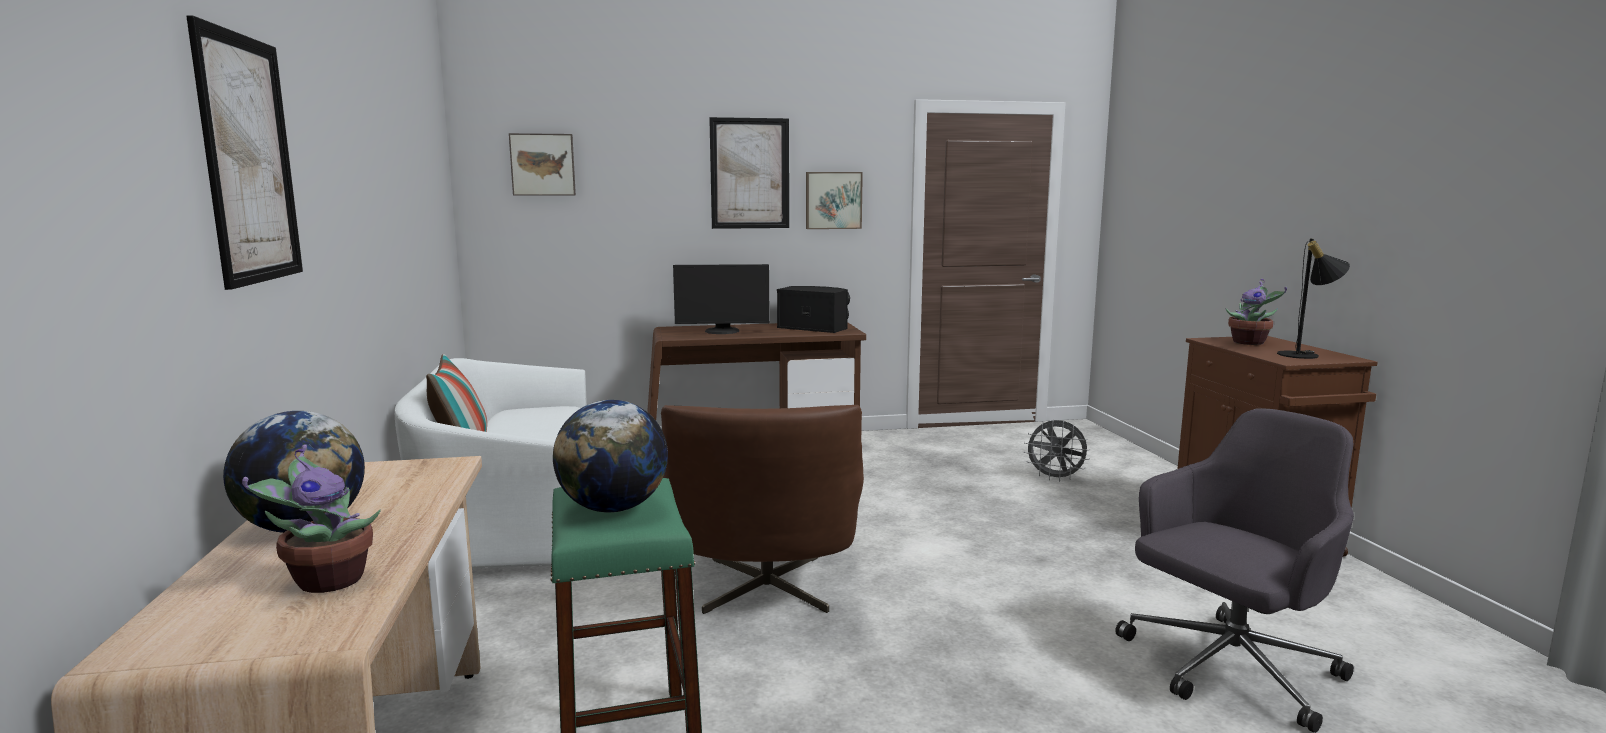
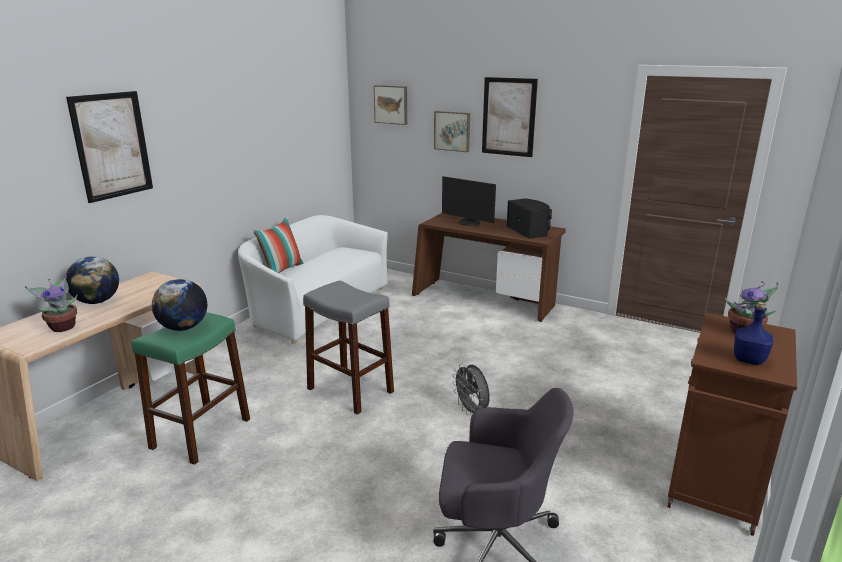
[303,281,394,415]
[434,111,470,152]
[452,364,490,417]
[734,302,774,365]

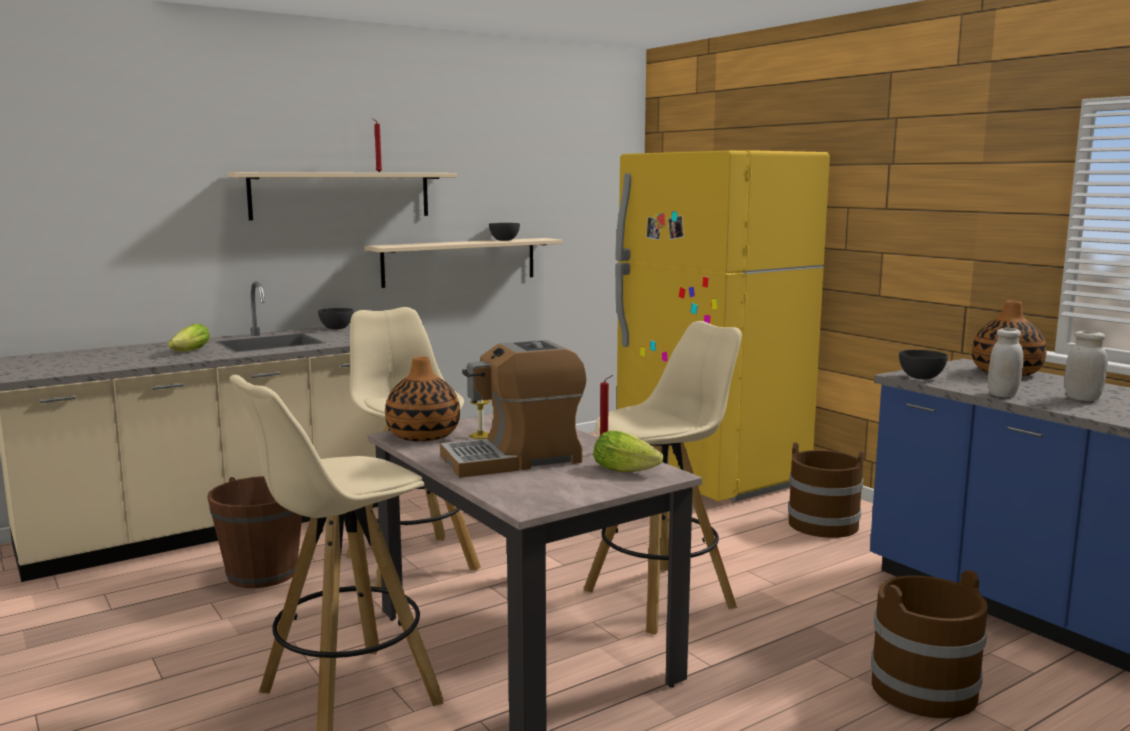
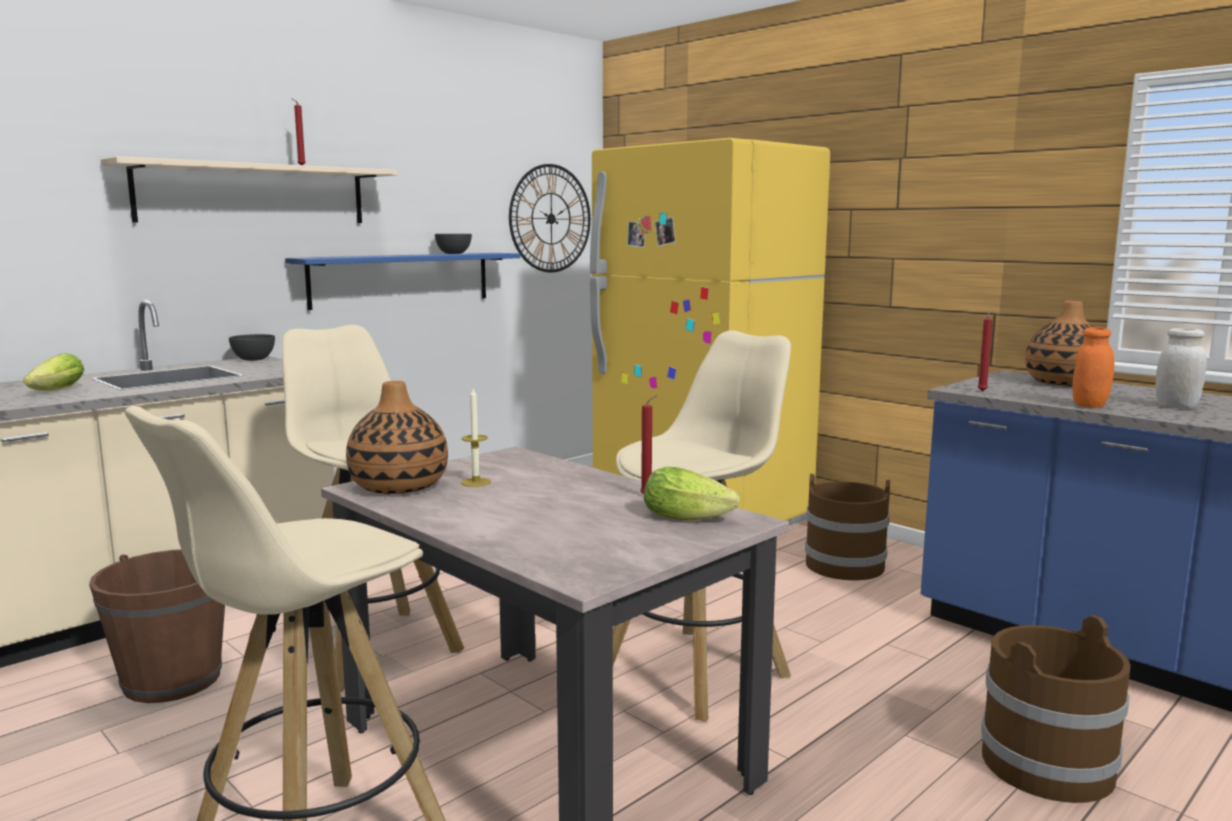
[285,253,521,310]
[509,164,591,272]
[977,311,993,391]
[1072,327,1114,408]
[440,340,586,478] (first image)

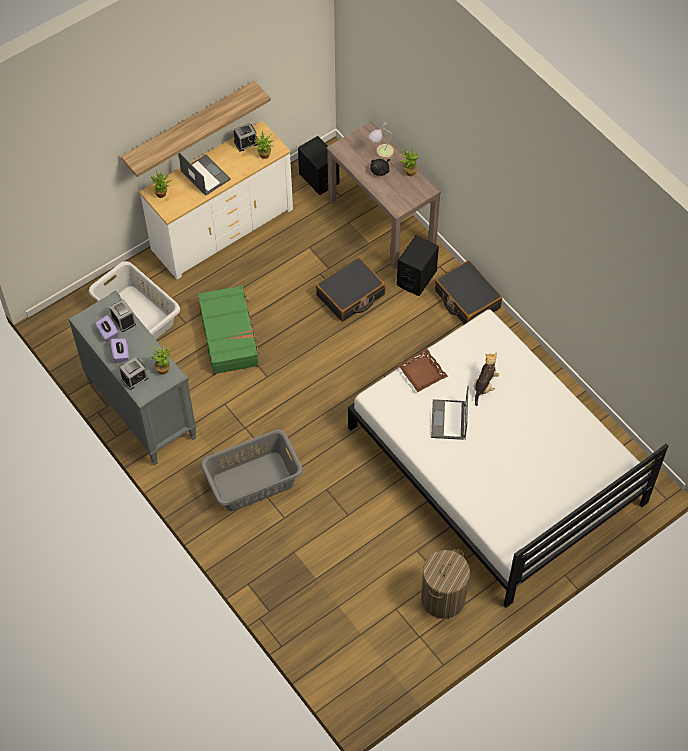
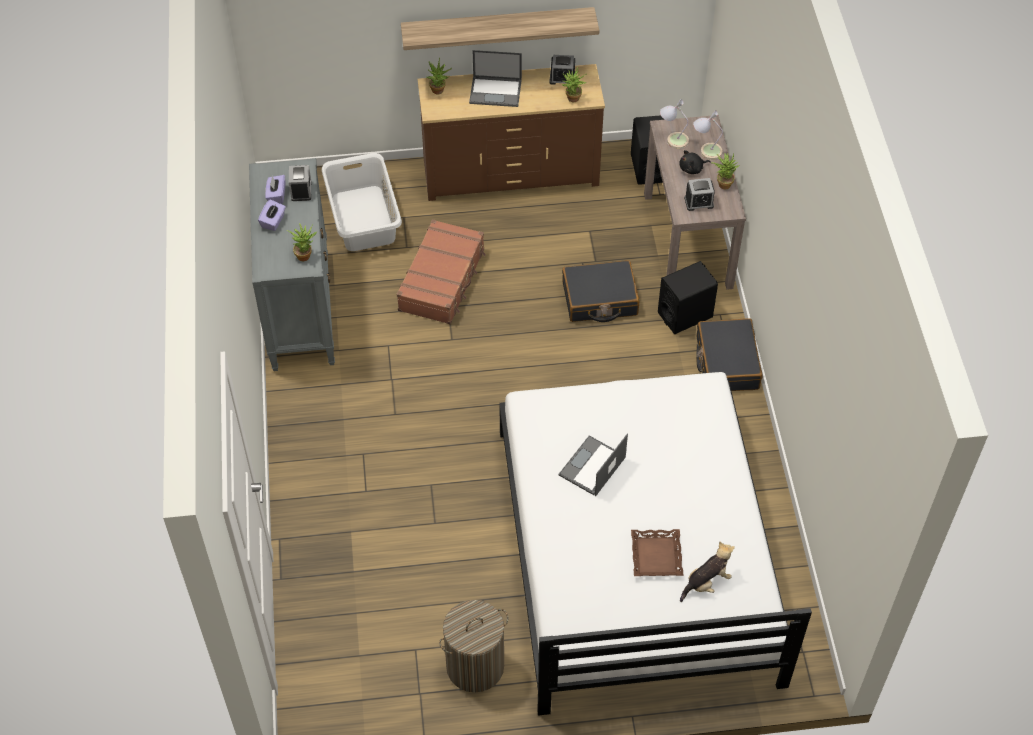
[397,219,486,324]
[418,64,605,201]
[469,50,522,107]
[631,529,684,576]
[660,99,689,149]
[680,542,735,602]
[684,178,715,211]
[201,429,303,511] (first image)

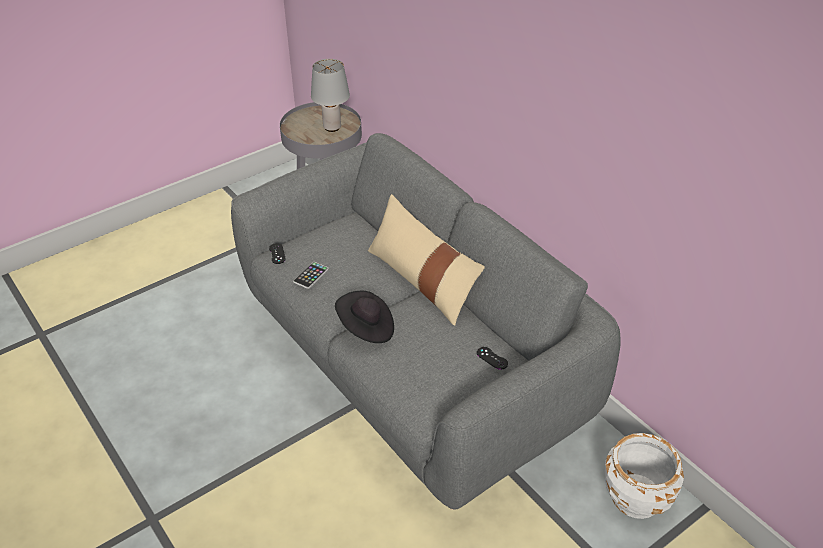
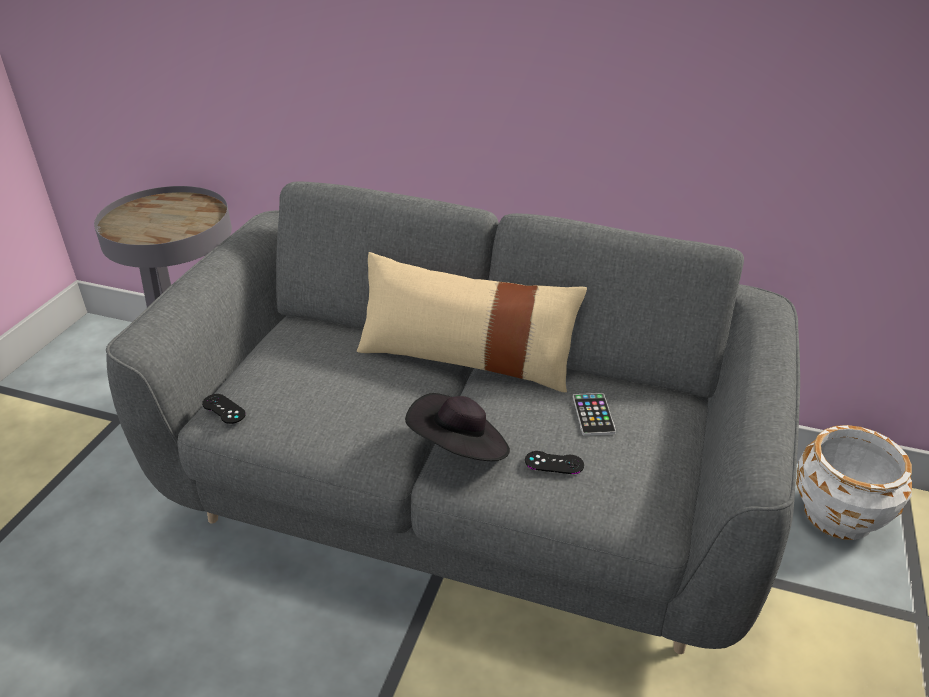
[525,451,584,474]
[573,393,616,436]
[311,59,350,132] (first image)

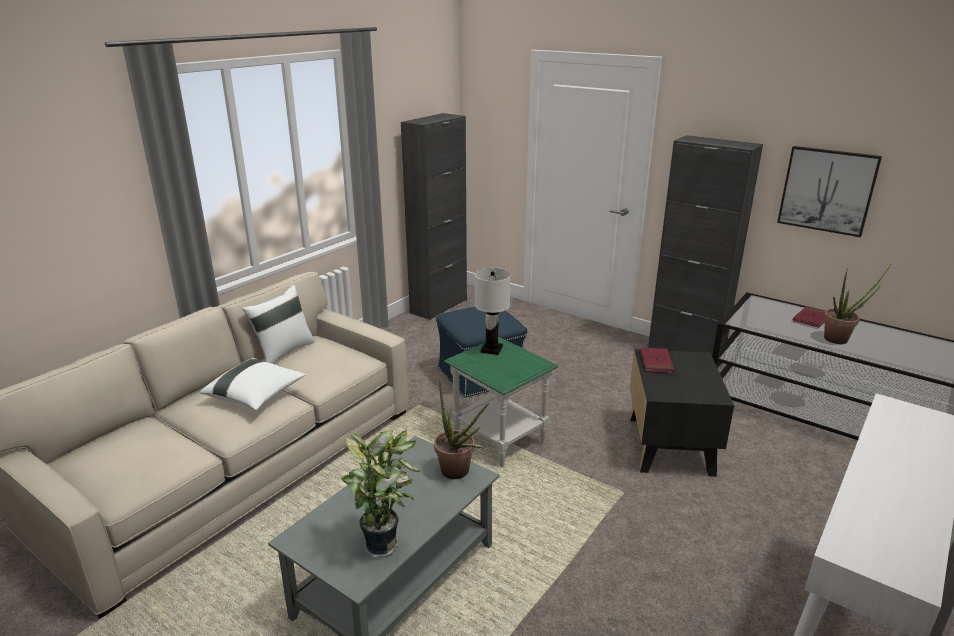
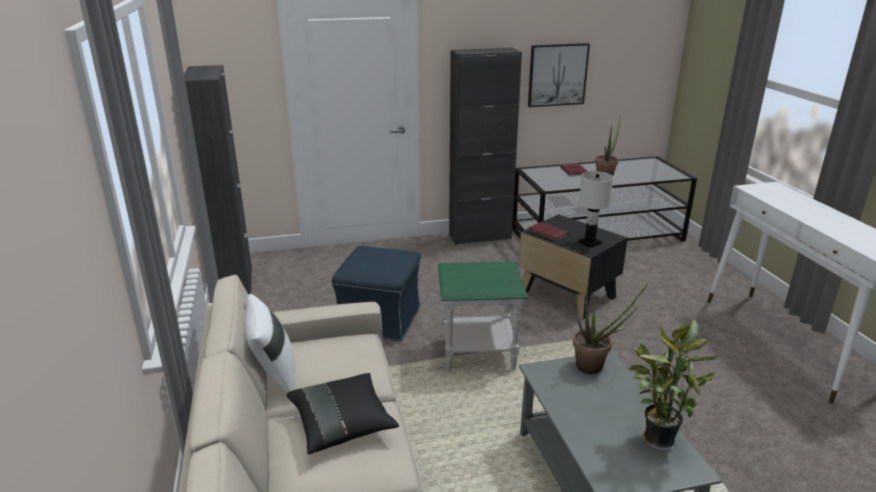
[286,373,399,455]
[579,171,614,248]

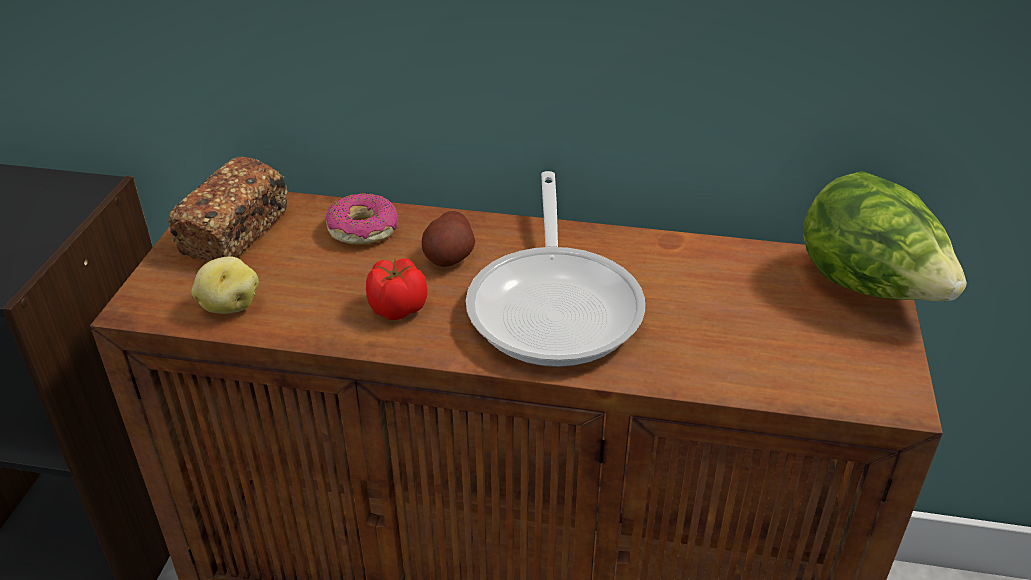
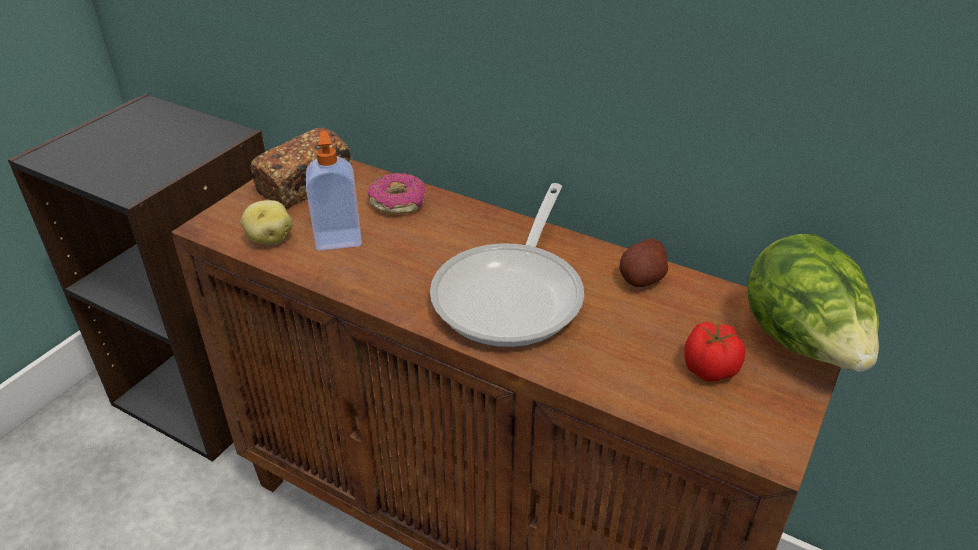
[306,131,362,251]
[620,238,668,287]
[684,322,745,382]

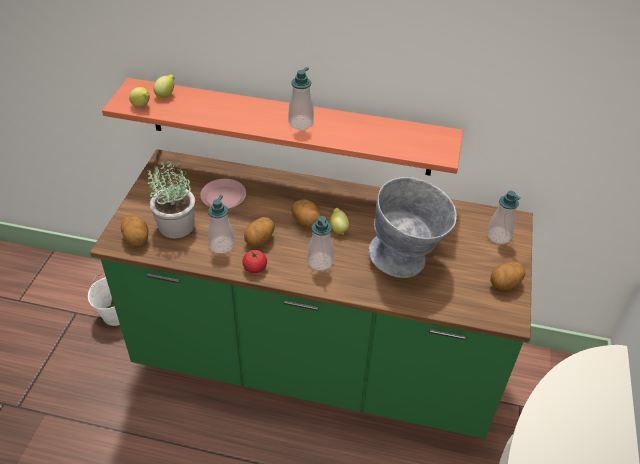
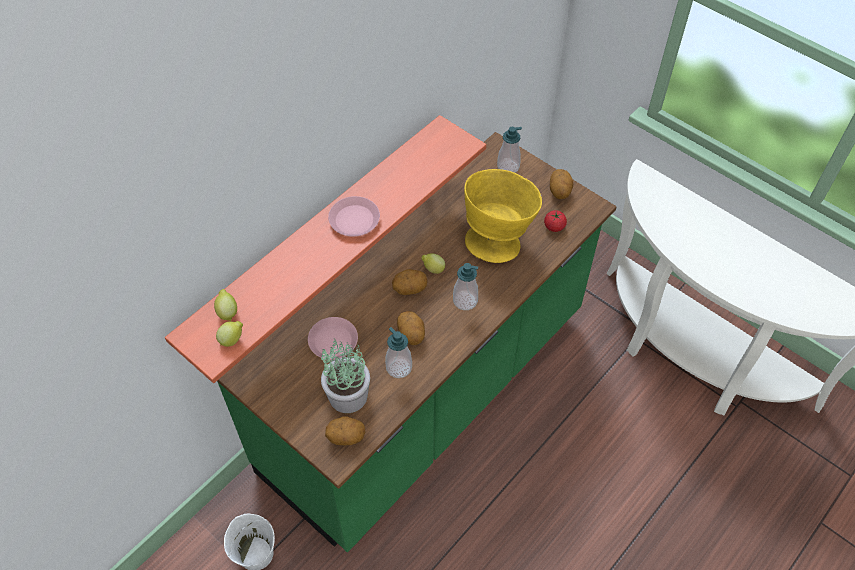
[328,196,380,236]
[464,169,542,263]
[544,210,567,232]

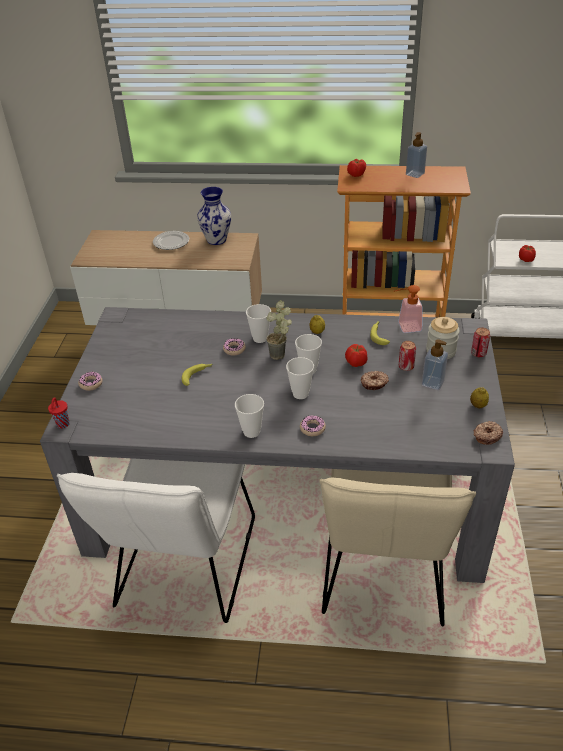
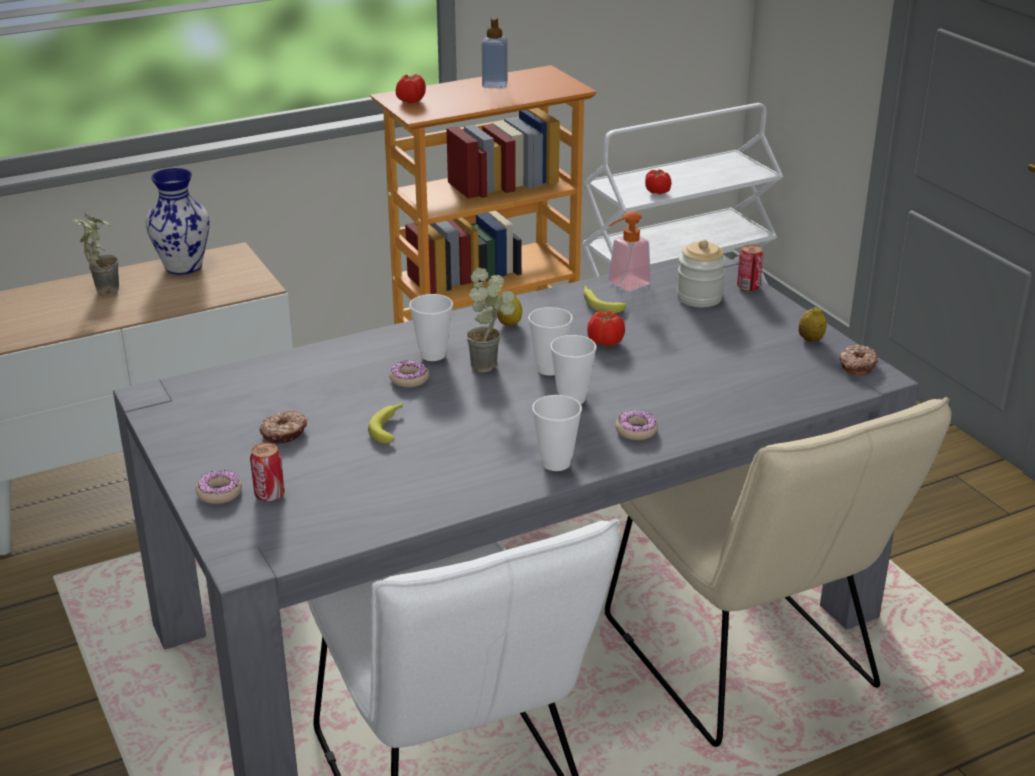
[72,213,119,295]
[250,443,284,502]
[260,411,307,443]
[48,397,70,429] (first image)
[422,339,448,390] (first image)

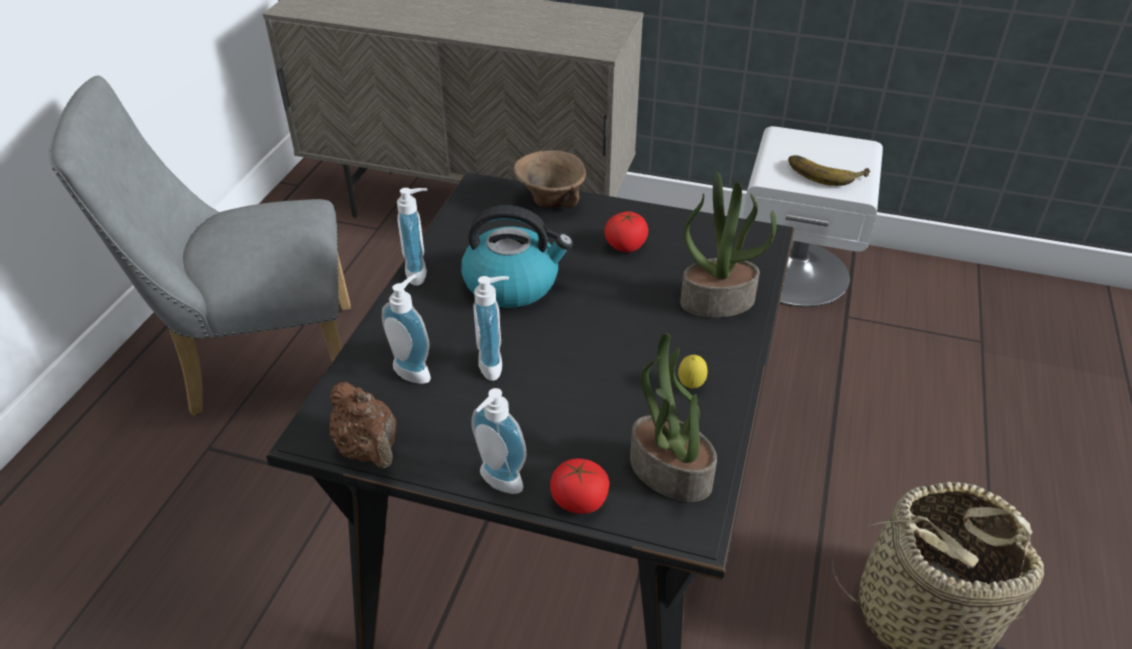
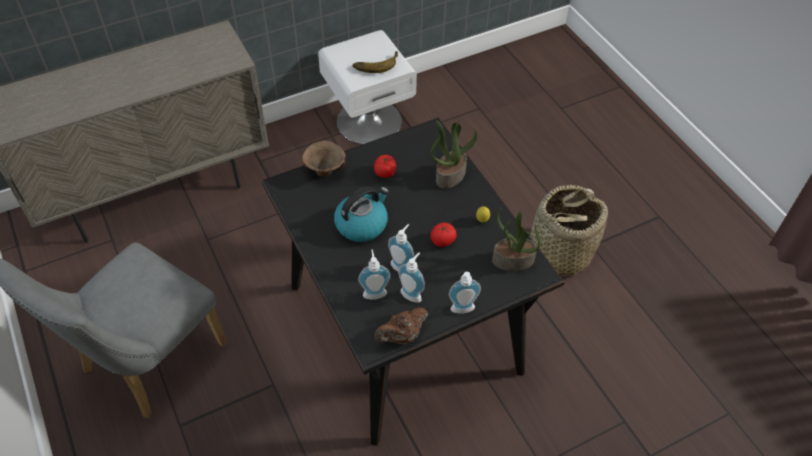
[375,307,428,344]
[398,252,425,303]
[430,223,456,247]

